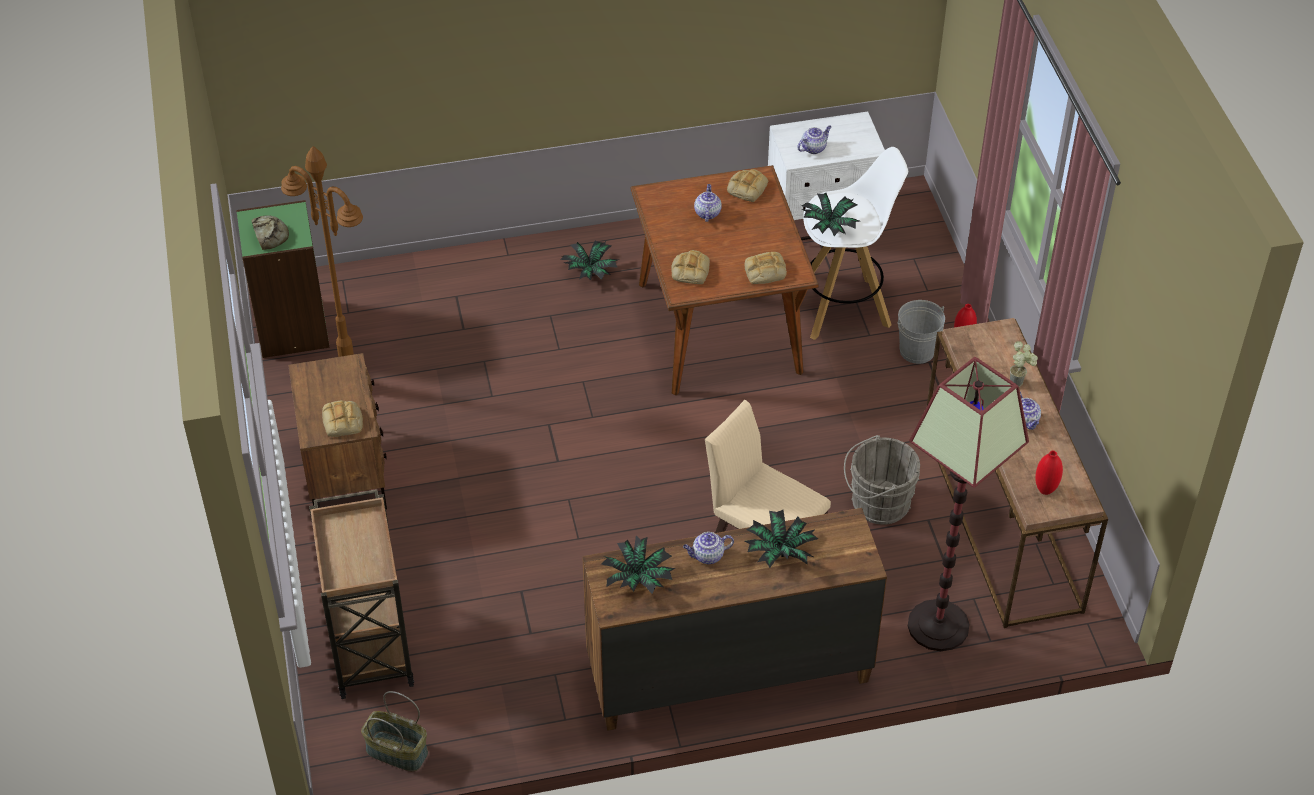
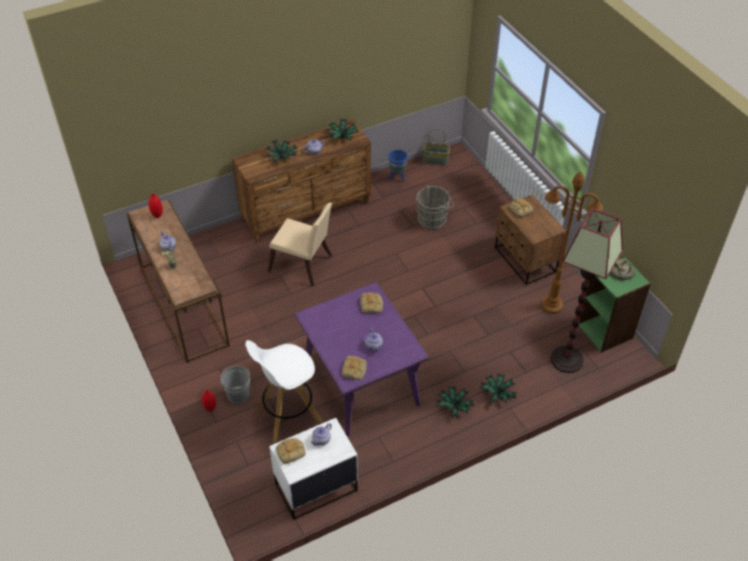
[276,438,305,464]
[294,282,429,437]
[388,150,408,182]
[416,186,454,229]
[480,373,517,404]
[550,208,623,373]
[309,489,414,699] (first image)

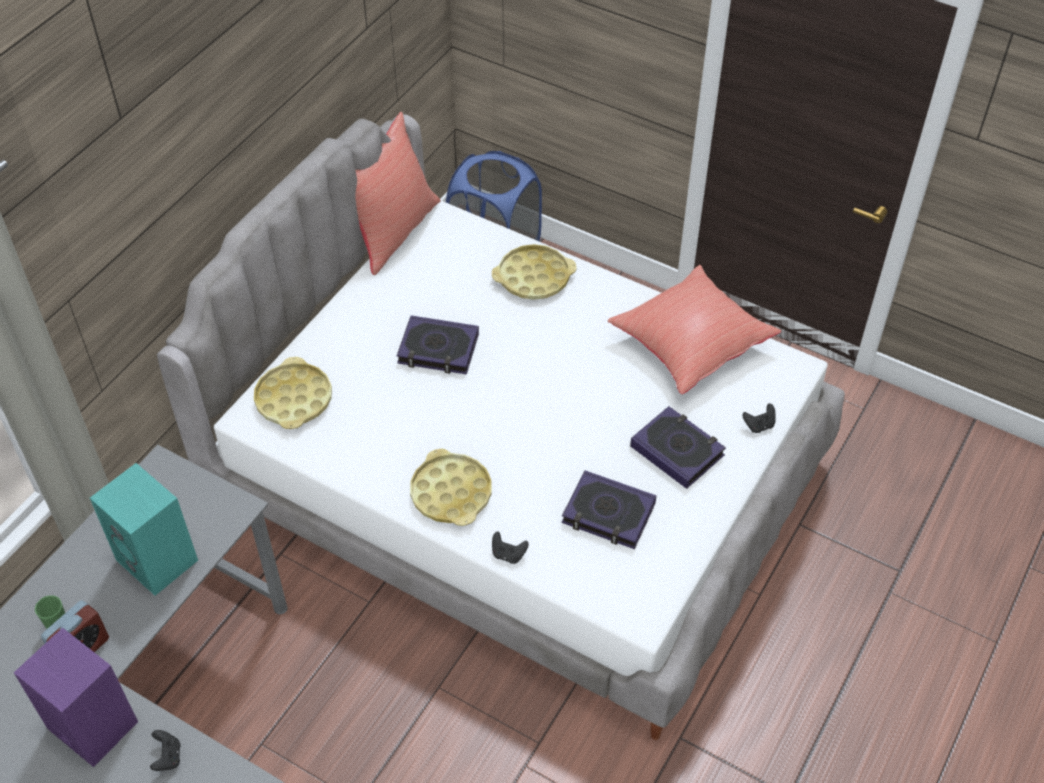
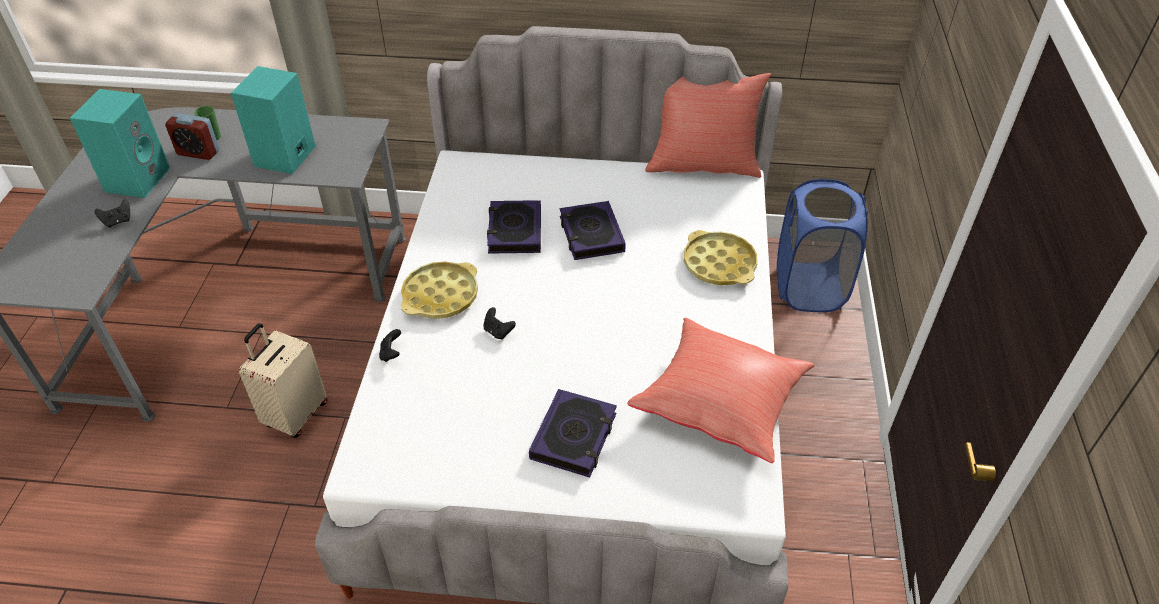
[70,89,170,198]
[239,323,327,438]
[483,307,516,339]
[487,200,541,254]
[254,357,332,429] (first image)

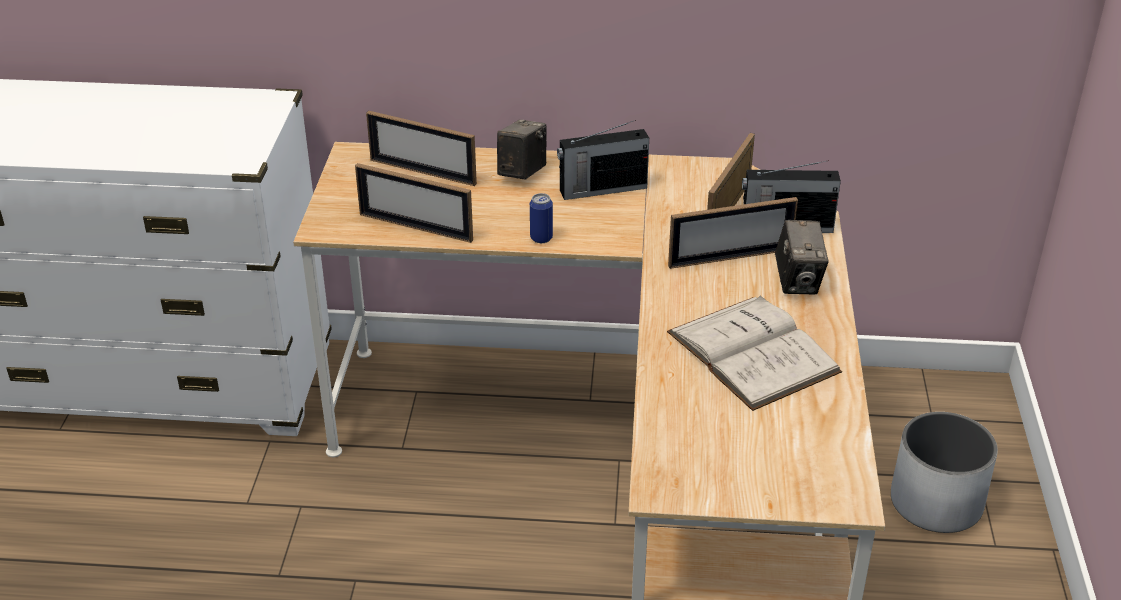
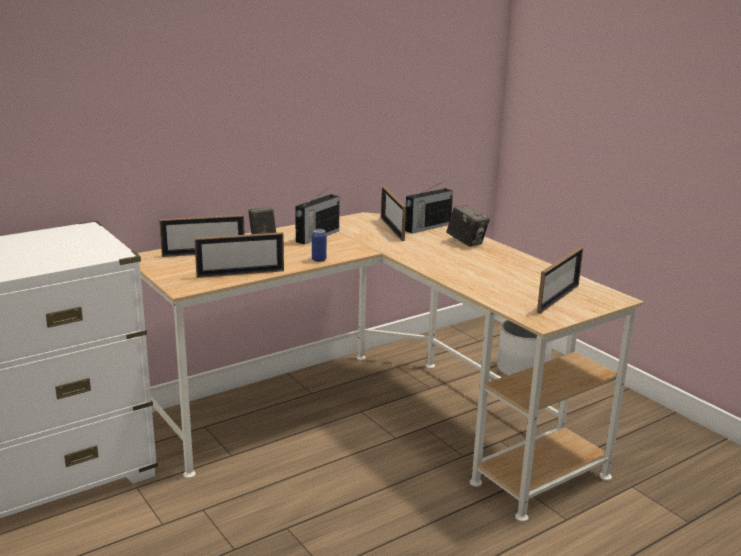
[537,247,583,314]
[667,296,842,411] (first image)

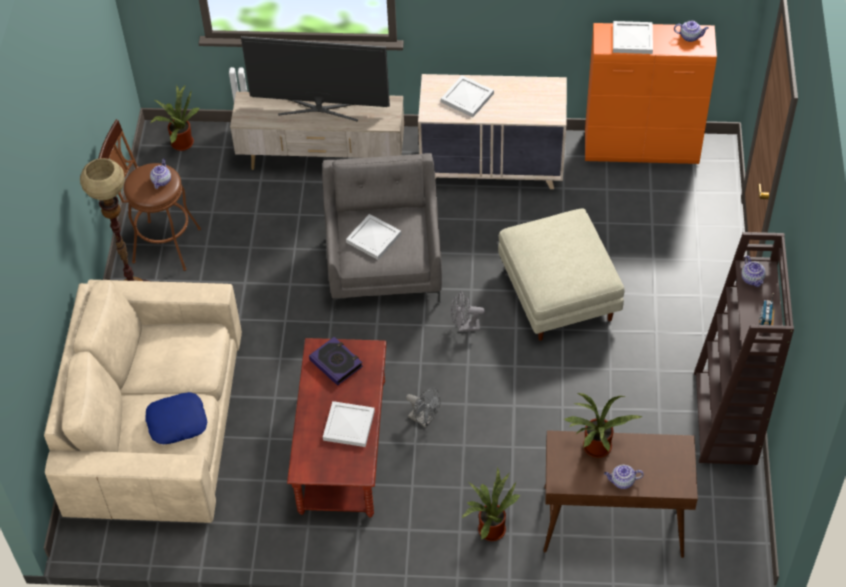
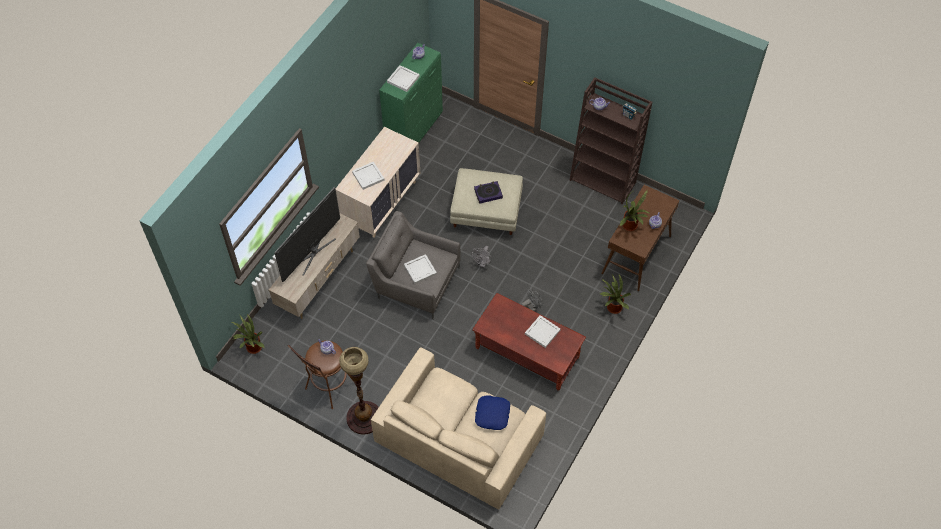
[379,43,443,143]
[474,181,503,204]

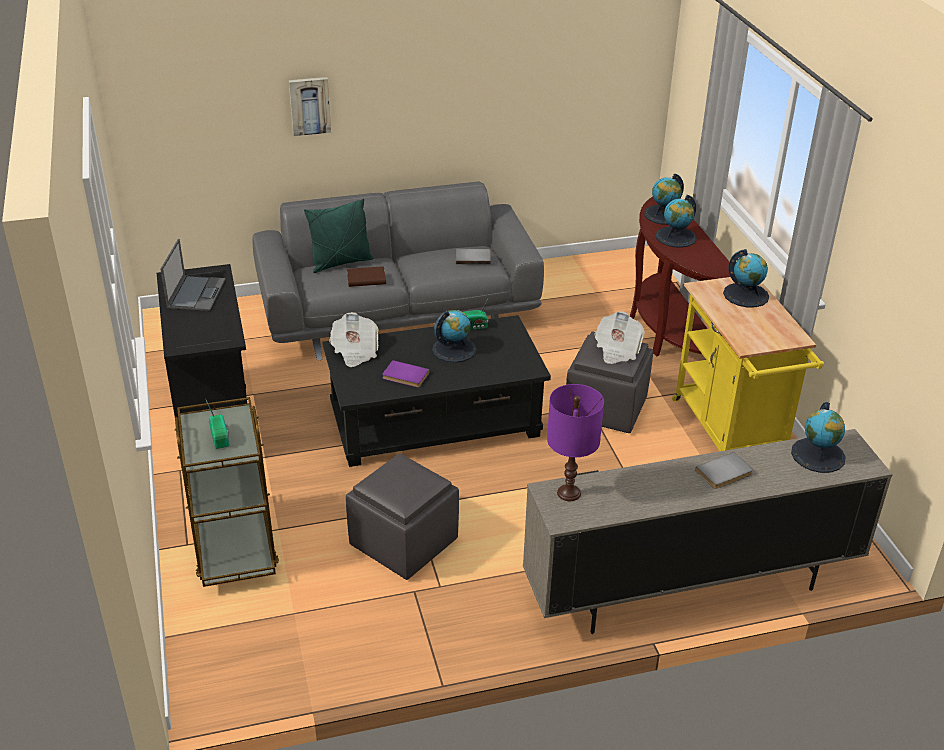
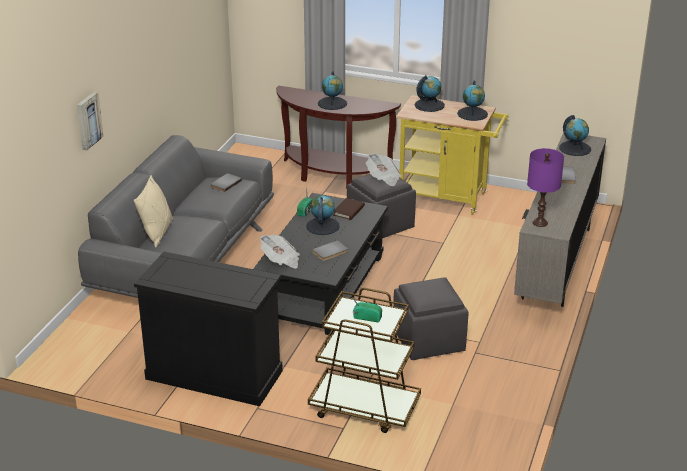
[134,175,173,248]
[312,240,348,261]
[333,198,365,220]
[457,80,488,121]
[160,239,225,311] (first image)

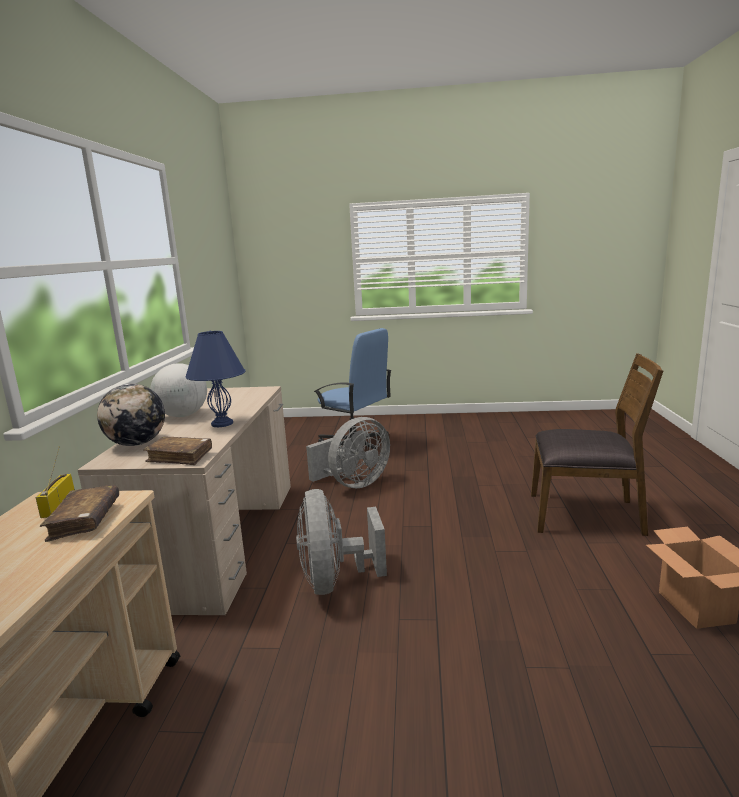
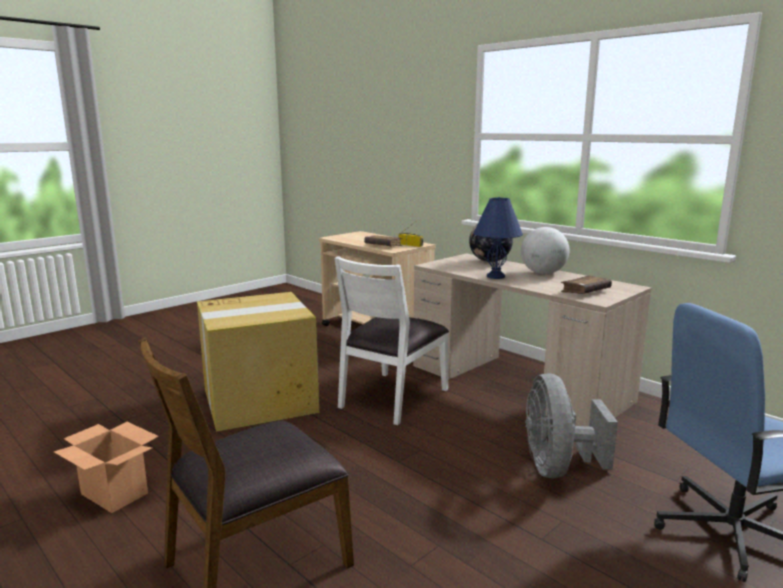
[197,292,319,432]
[334,256,449,425]
[561,275,612,294]

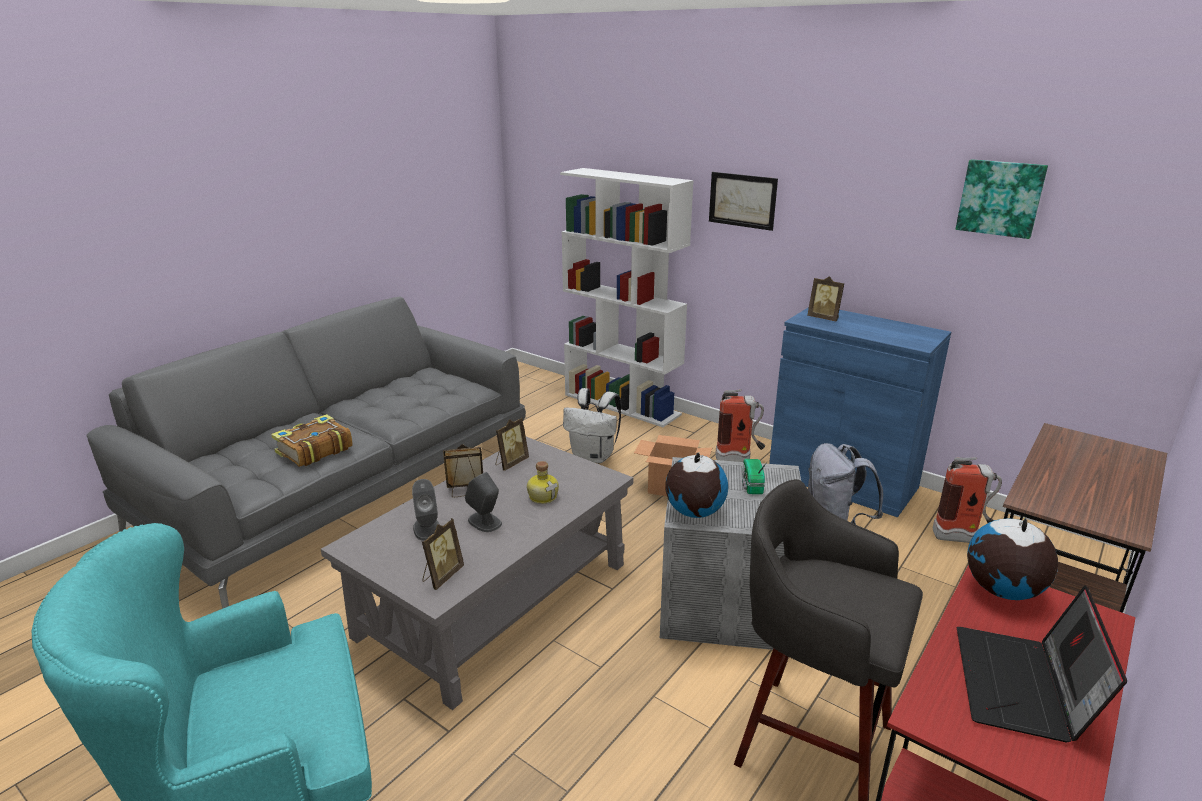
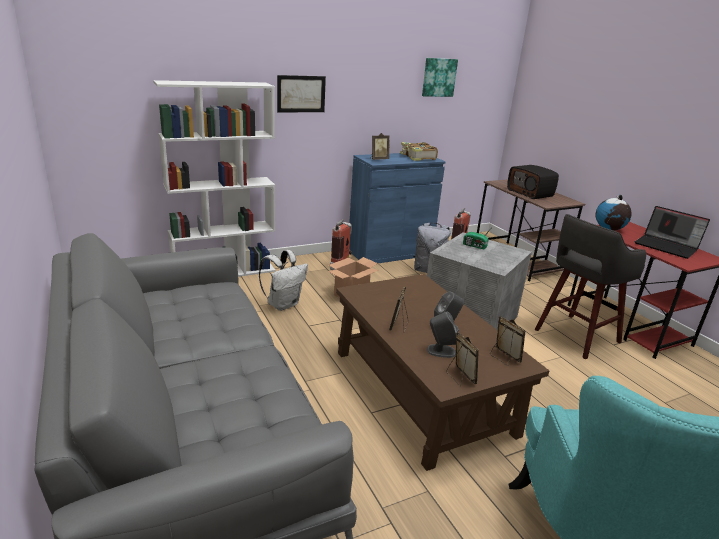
[336,274,549,471]
[400,142,438,161]
[446,332,479,386]
[507,165,559,199]
[527,461,559,504] (first image)
[665,452,728,518] (first image)

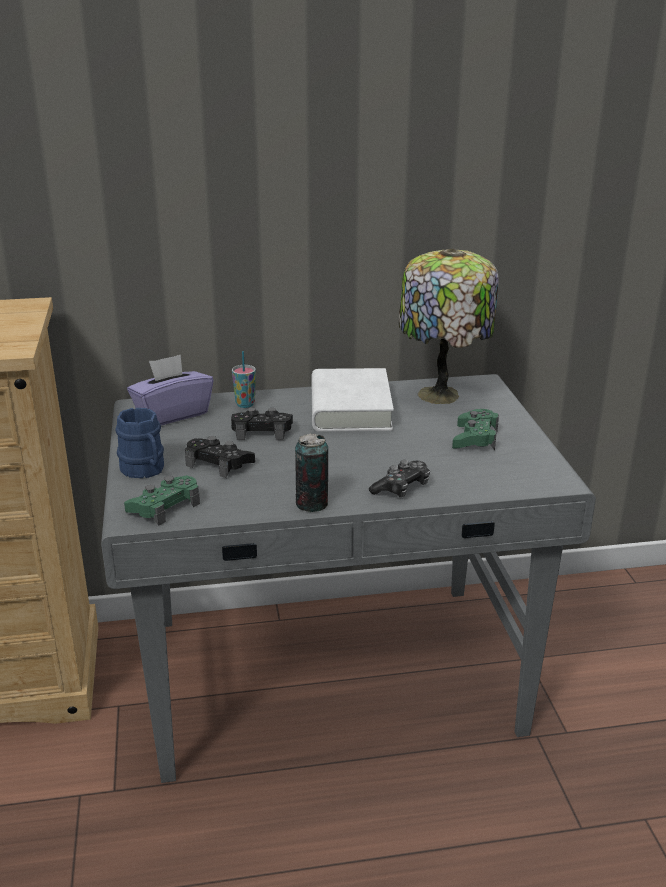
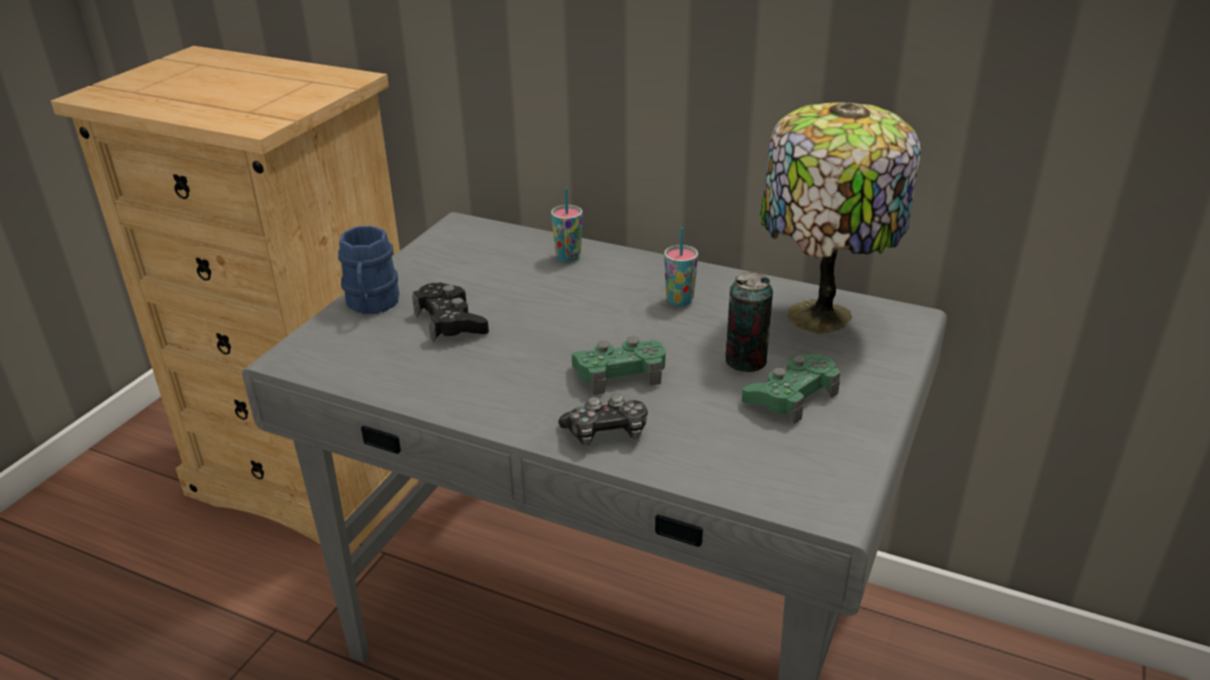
[572,337,666,395]
[664,228,698,306]
[725,272,773,372]
[127,354,213,426] (first image)
[231,407,293,440] (first image)

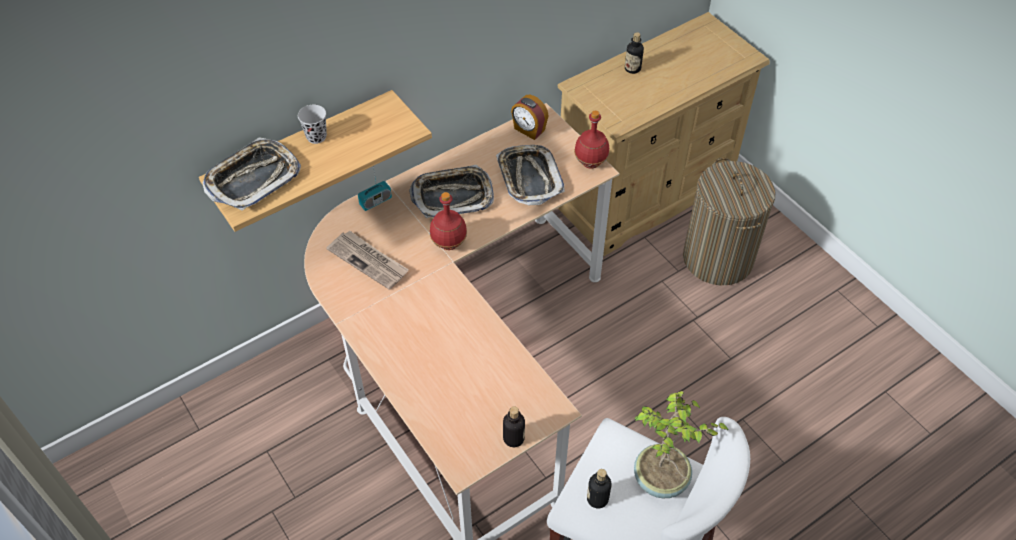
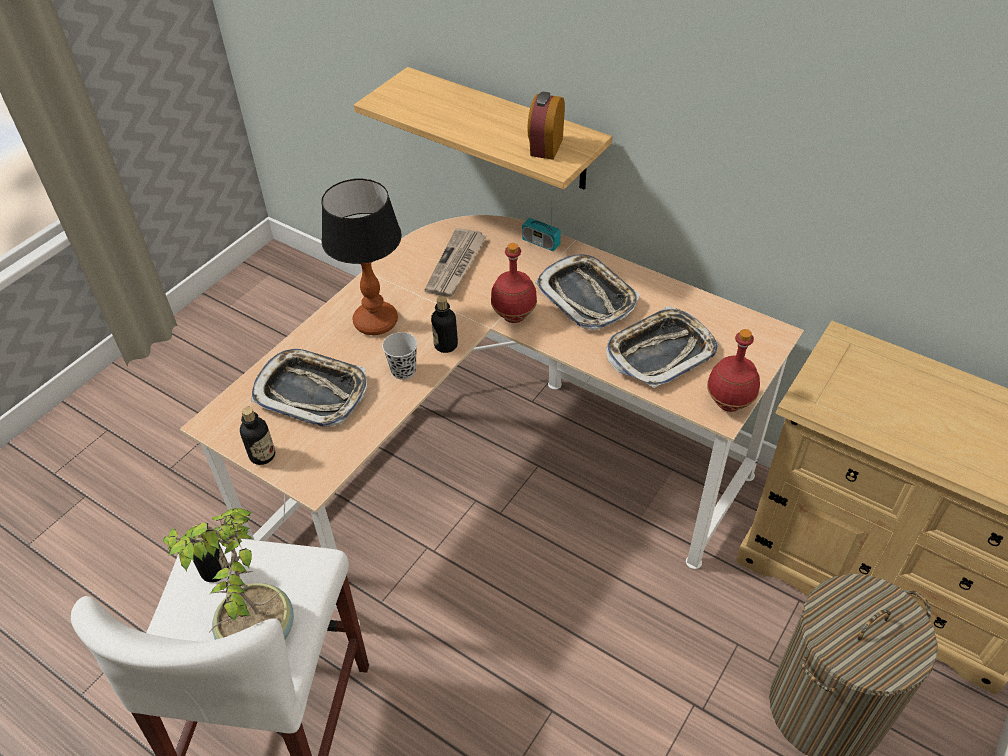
[251,349,367,427]
[322,179,402,335]
[382,332,417,380]
[431,296,458,353]
[527,92,565,160]

